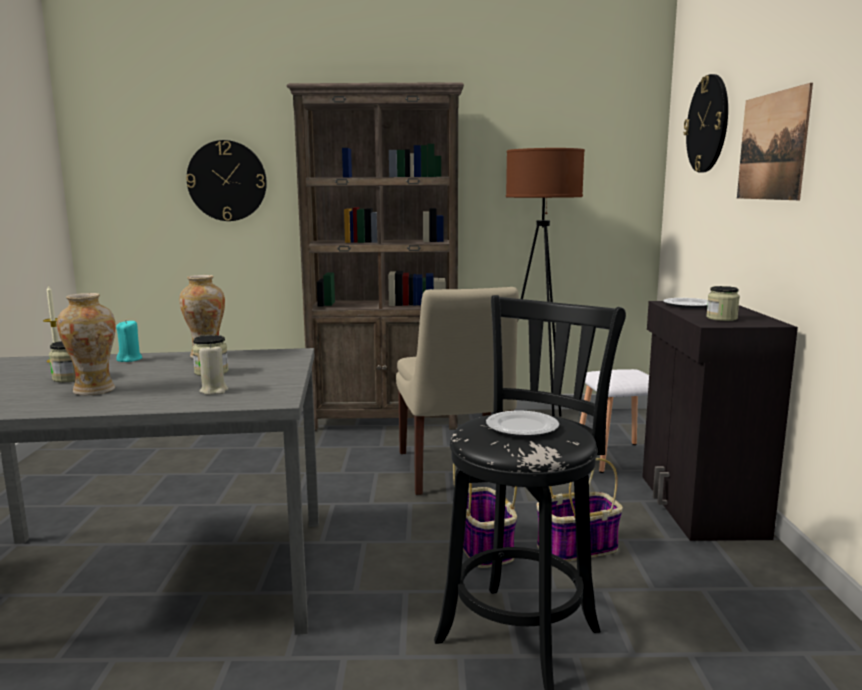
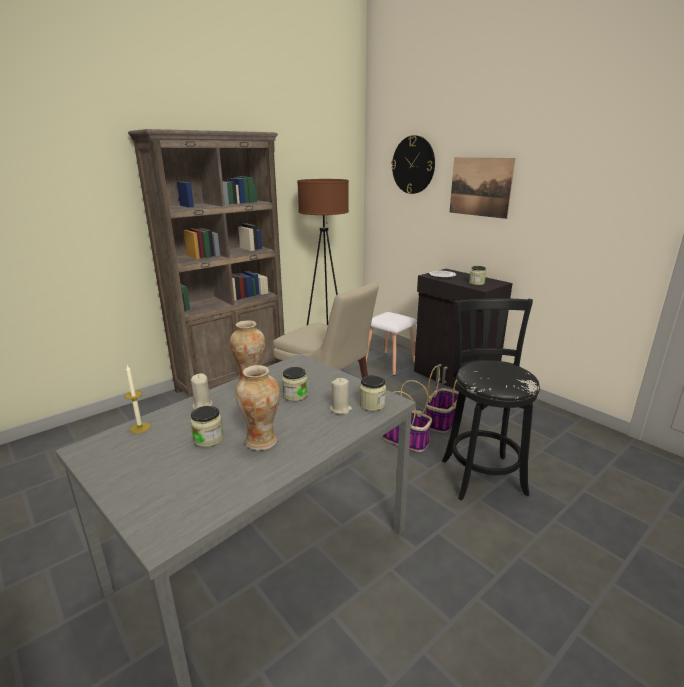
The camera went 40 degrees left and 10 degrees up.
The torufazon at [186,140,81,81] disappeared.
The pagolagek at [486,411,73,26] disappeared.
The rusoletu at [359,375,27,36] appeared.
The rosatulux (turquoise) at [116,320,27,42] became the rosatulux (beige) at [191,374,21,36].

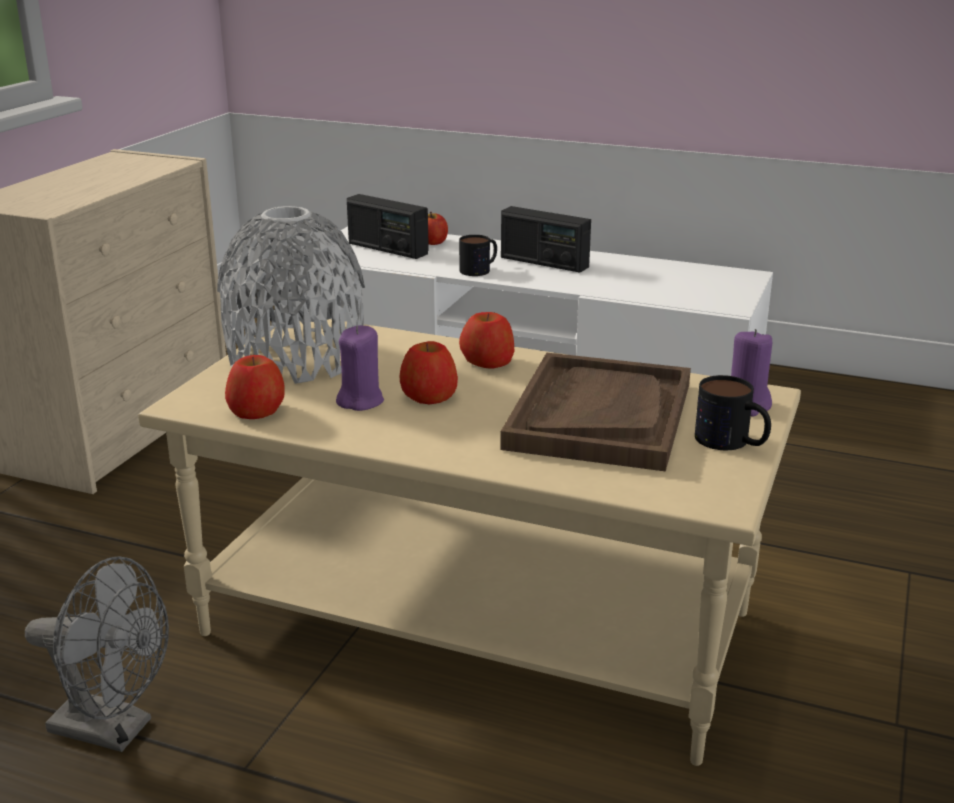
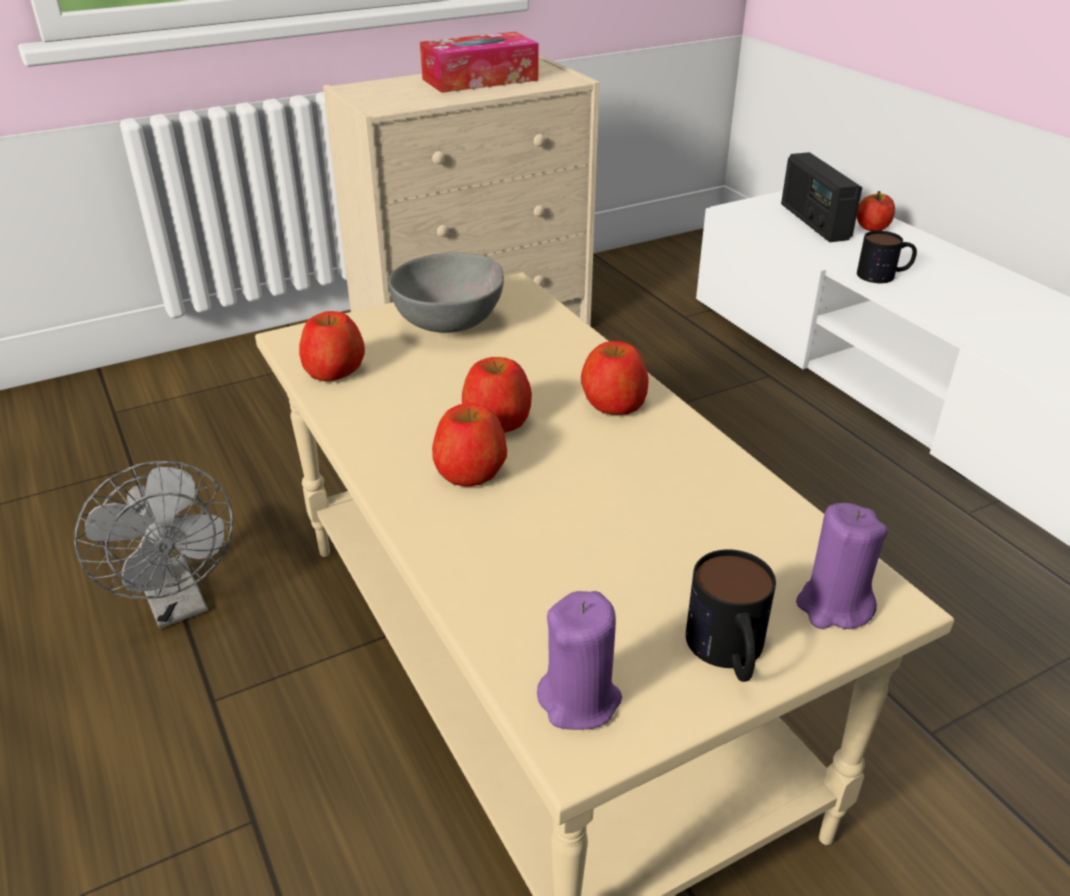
The camera went 40 degrees right and 10 degrees up.
The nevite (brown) at [500,353,191,119] disappeared.
The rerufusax at [501,206,90,67] disappeared.
The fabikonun at [420,32,118,61] appeared.
The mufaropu at [432,403,75,84] appeared.
The rosatulux (purple) moved from [336,326,48,85] to [537,591,85,139].
The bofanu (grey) at [217,206,148,178] was replaced by the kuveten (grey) at [389,253,115,80].

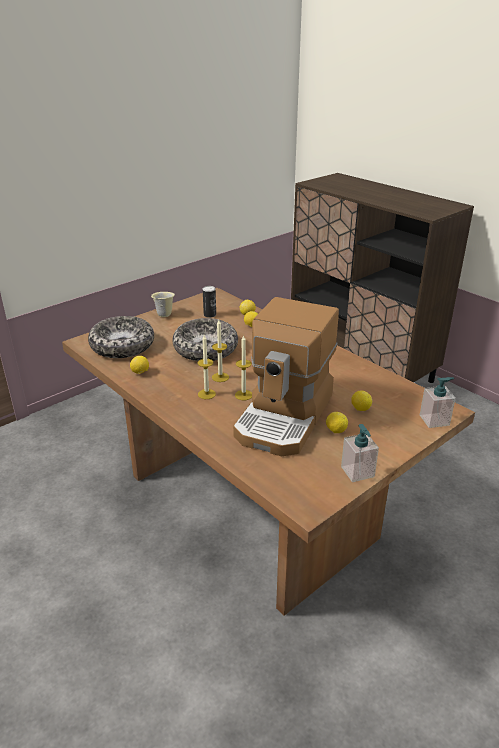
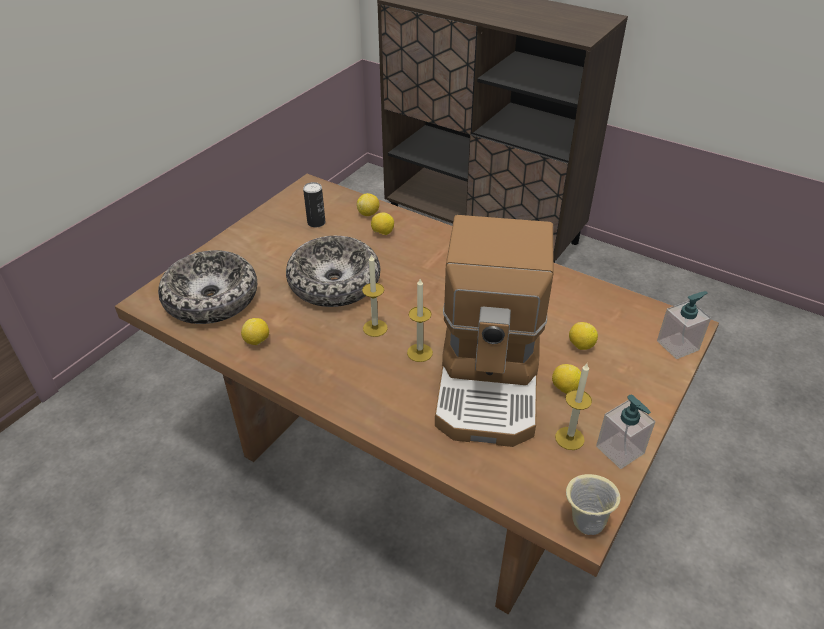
The camera went 15 degrees left and 10 degrees up.
The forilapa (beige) moved from [151,292,24,25] to [566,474,55,61].
The rosatulux moved from [198,335,18,64] to [555,363,37,87].

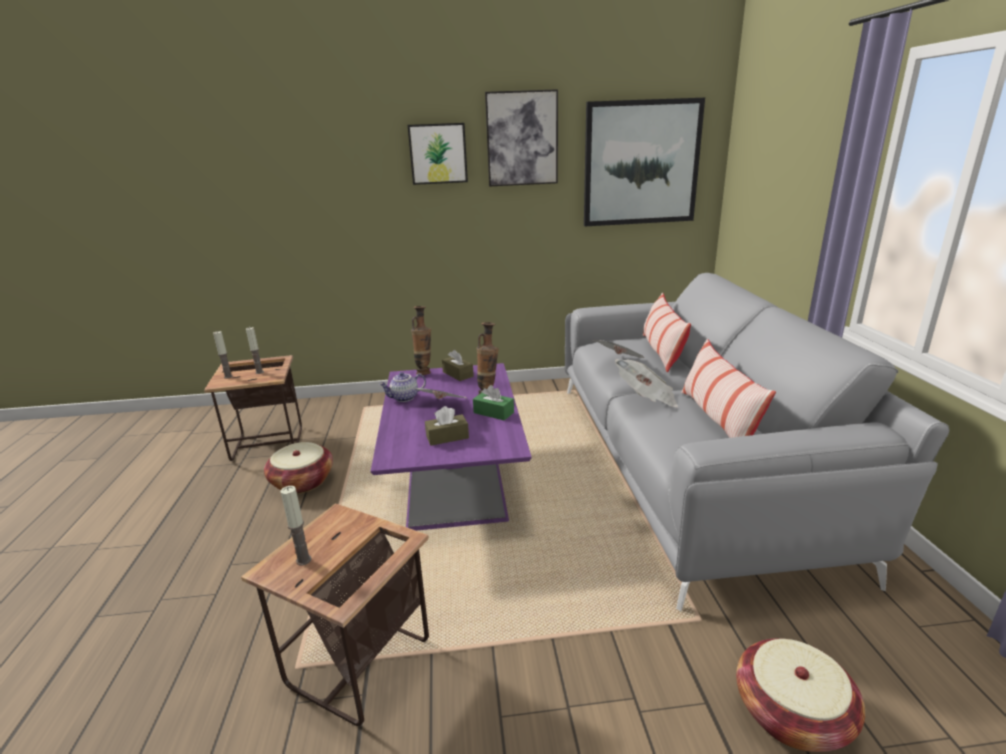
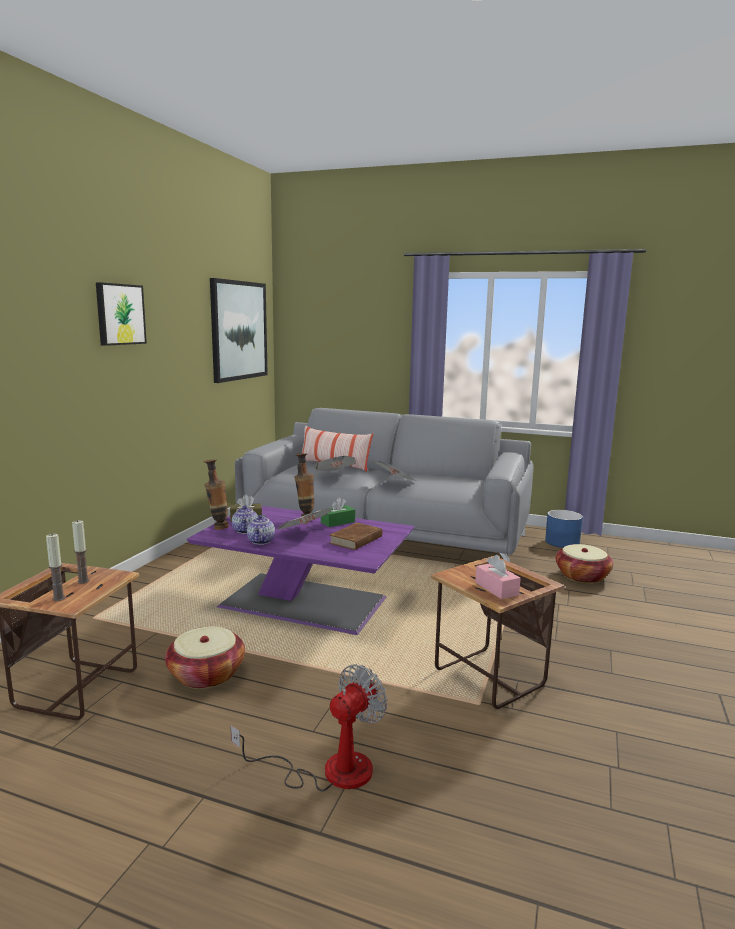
The camera went 65 degrees left and 10 degrees down.
The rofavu at [485,89,73,98] disappeared.
The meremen at [681,339,95,99] disappeared.
The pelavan at [231,664,156,127] appeared.
The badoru at [232,505,26,29] appeared.
The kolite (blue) at [545,510,38,38] appeared.
The rosatulux at [281,486,30,80] was replaced by the fabikonun (pink) at [475,555,46,44].
The fabikonun (brown) at [425,406,44,40] was replaced by the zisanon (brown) at [329,523,53,27].

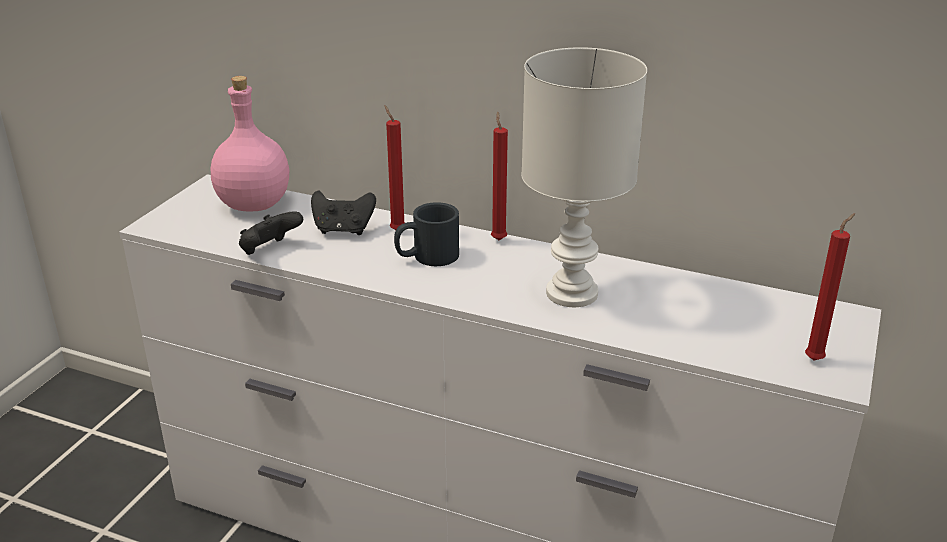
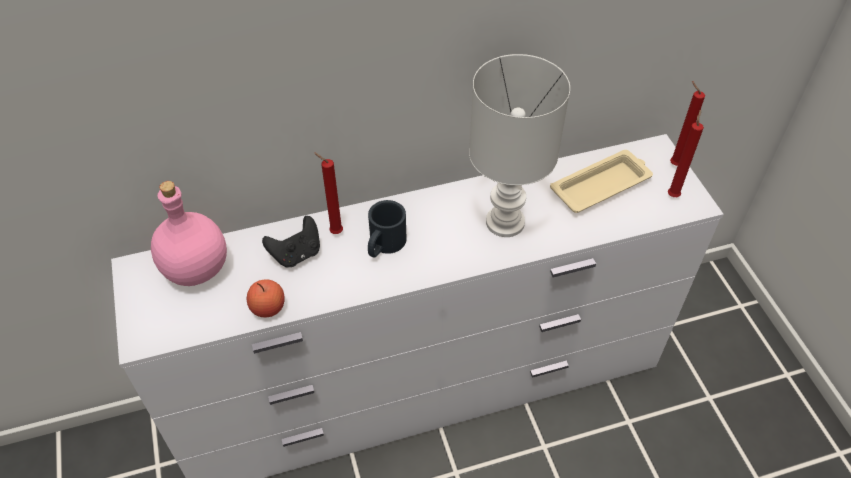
The camera went 40 degrees left and 20 degrees up.
The nevite (beige) at [550,150,103,63] appeared.
The rosatulux (red) moved from [491,111,17,129] to [670,81,35,85].
The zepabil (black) at [239,211,64,44] was replaced by the mufaropu at [247,279,38,39].

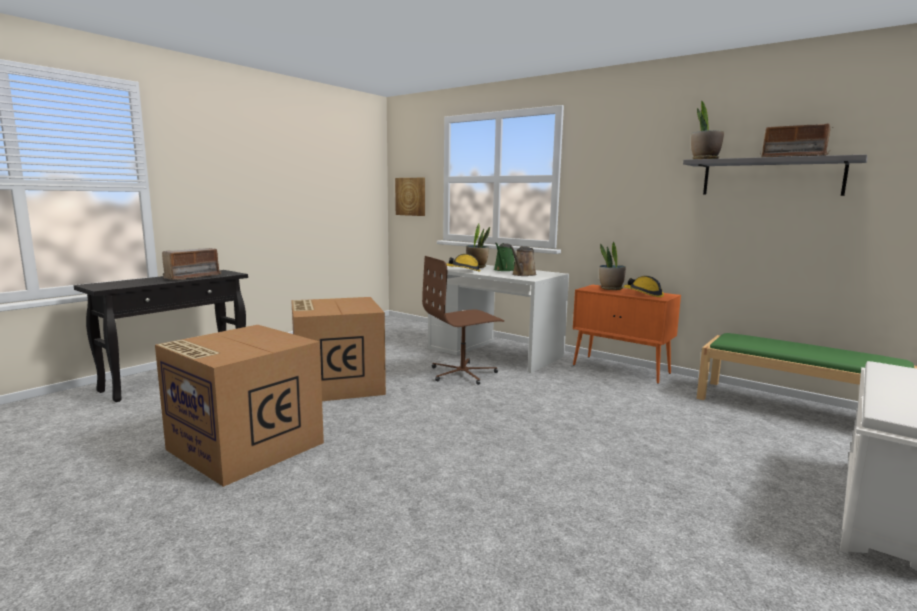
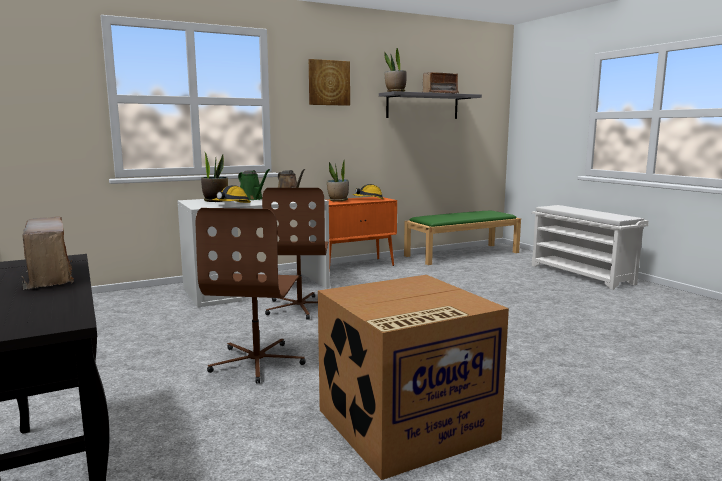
The camera went 65 degrees left and 0 degrees up.
The rofavu moved from [395,178,30,38] to [309,59,41,47].
The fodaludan at [291,297,95,104] was replaced by the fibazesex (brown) at [196,208,110,175].

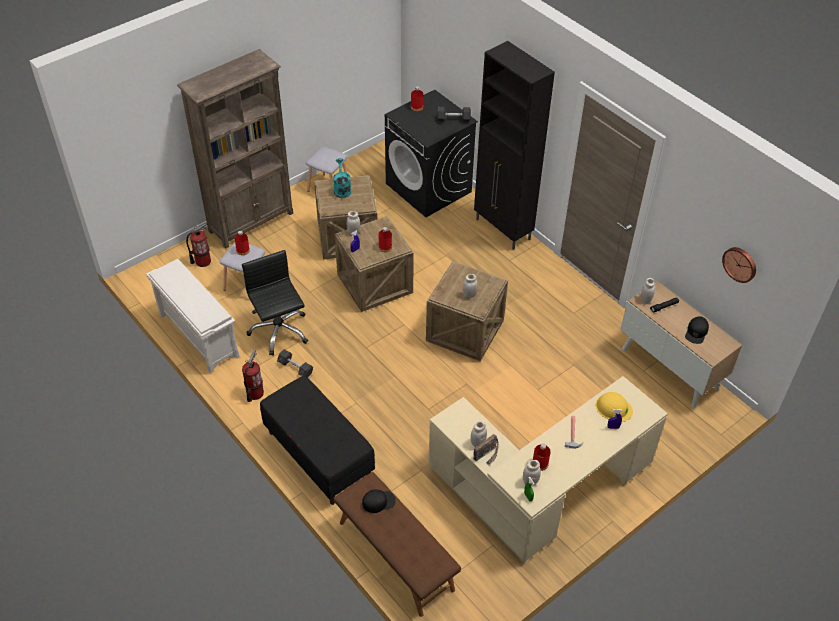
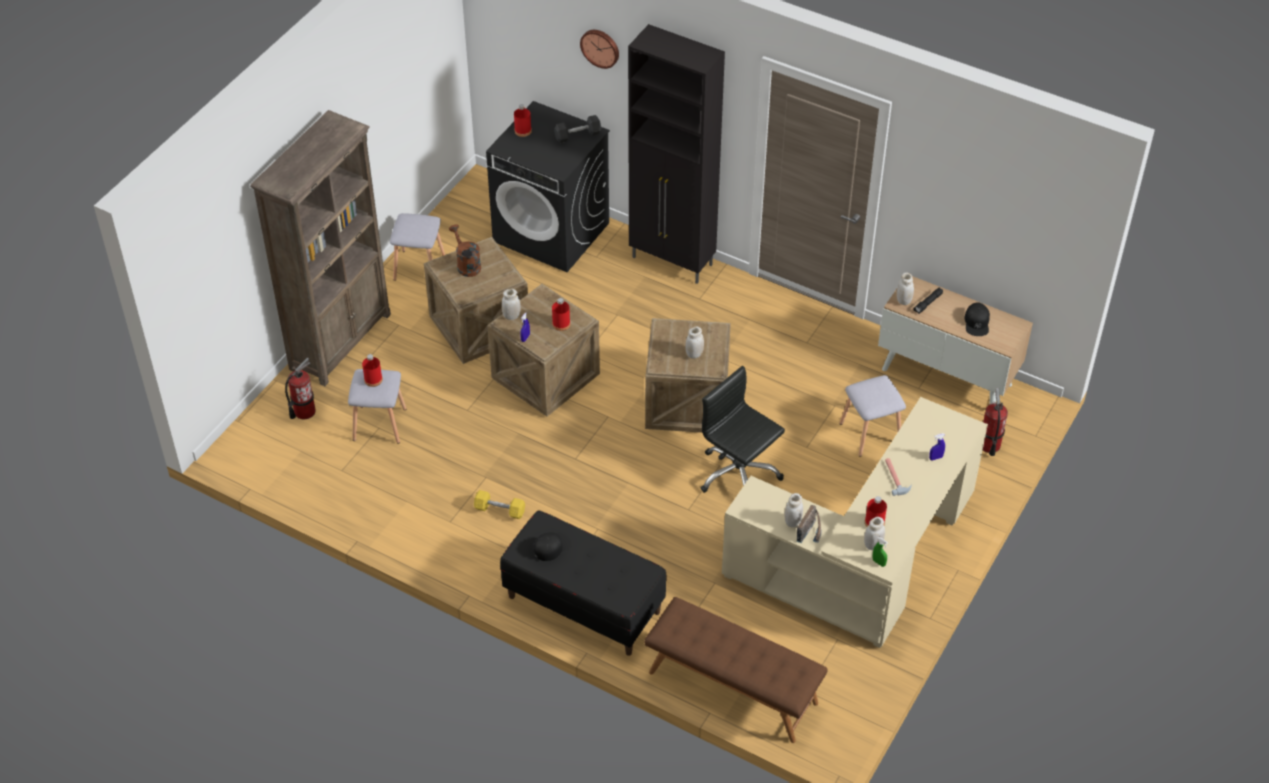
The camera went 20 degrees left and 0 degrees up.
The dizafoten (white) at [146,259,93,114] disappeared.
The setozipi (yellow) at [596,392,37,30] disappeared.
The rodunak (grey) at [840,375,66,82] appeared.
The fibazesex (black) moved from [242,250,66,105] to [700,366,85,127].
The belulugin moved from [242,350,22,52] to [983,388,25,68].
The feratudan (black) moved from [362,490,34,23] to [534,532,38,29].
The torufazon moved from [722,247,34,36] to [580,30,39,39].
The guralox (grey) at [277,349,36,29] became the guralox (yellow) at [474,490,51,29].
The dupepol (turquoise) at [333,158,18,40] became the dupepol (brown) at [449,224,32,53].

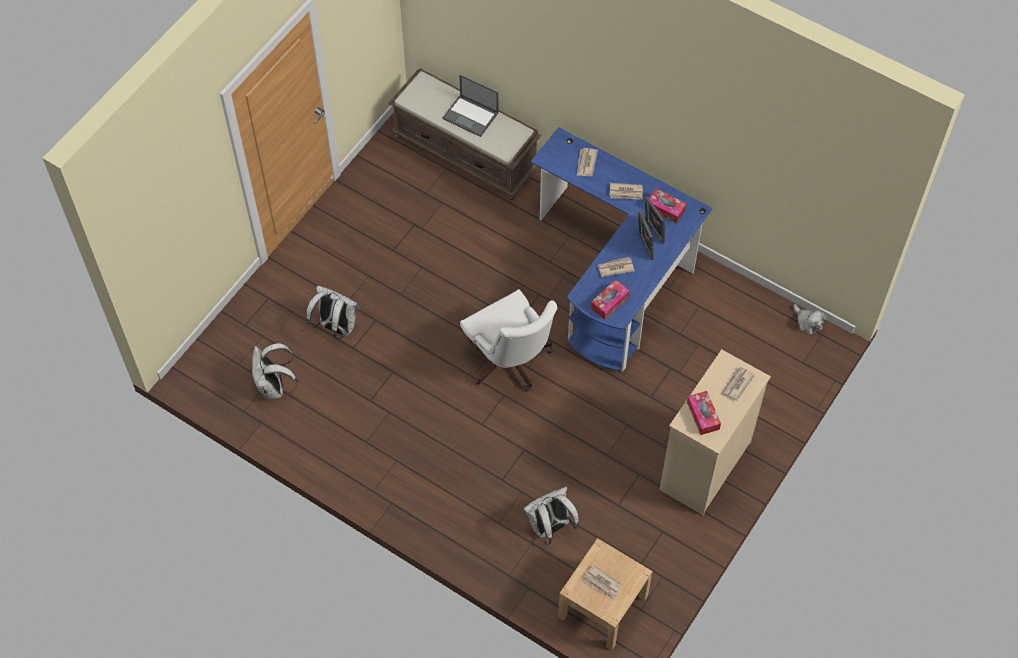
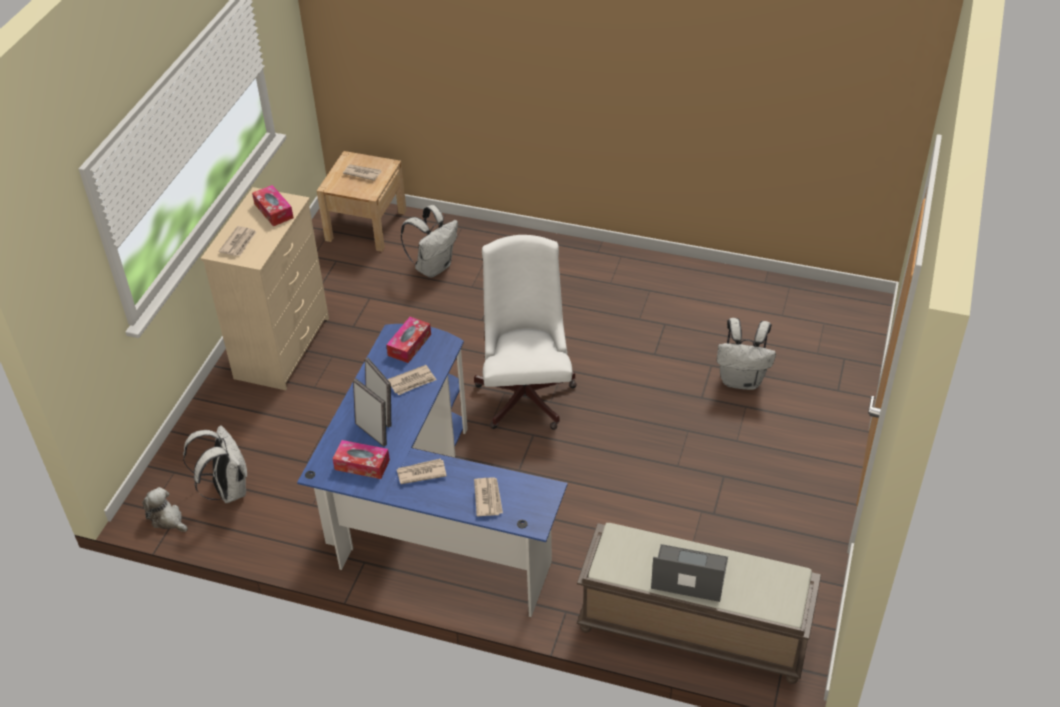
The camera went 165 degrees right and 15 degrees down.
The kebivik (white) moved from [252,343,46,56] to [183,425,64,78].
The fibazesex (white) at [460,289,97,103] turned 45 degrees clockwise.

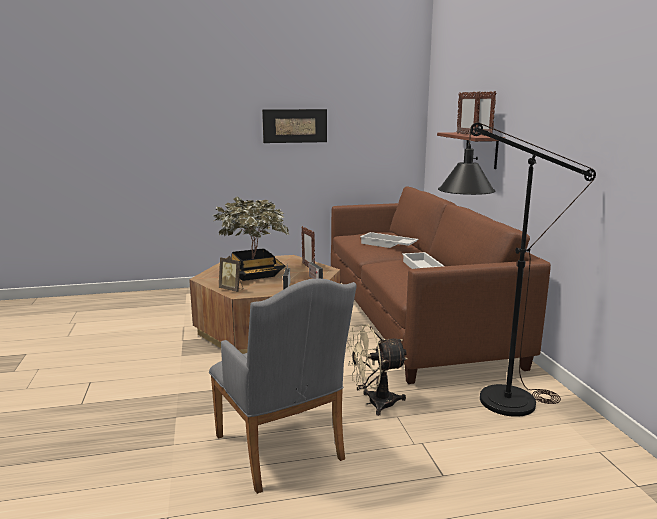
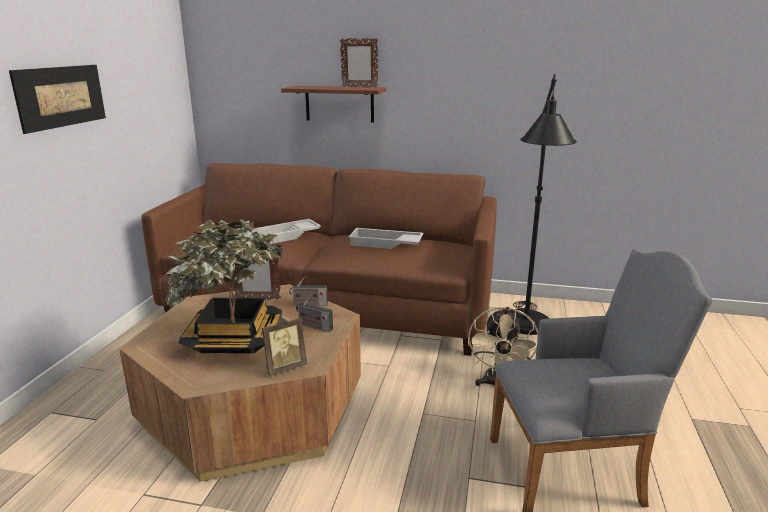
The camera went 65 degrees left and 5 degrees up.
The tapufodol at [457,91,24,44] disappeared.

